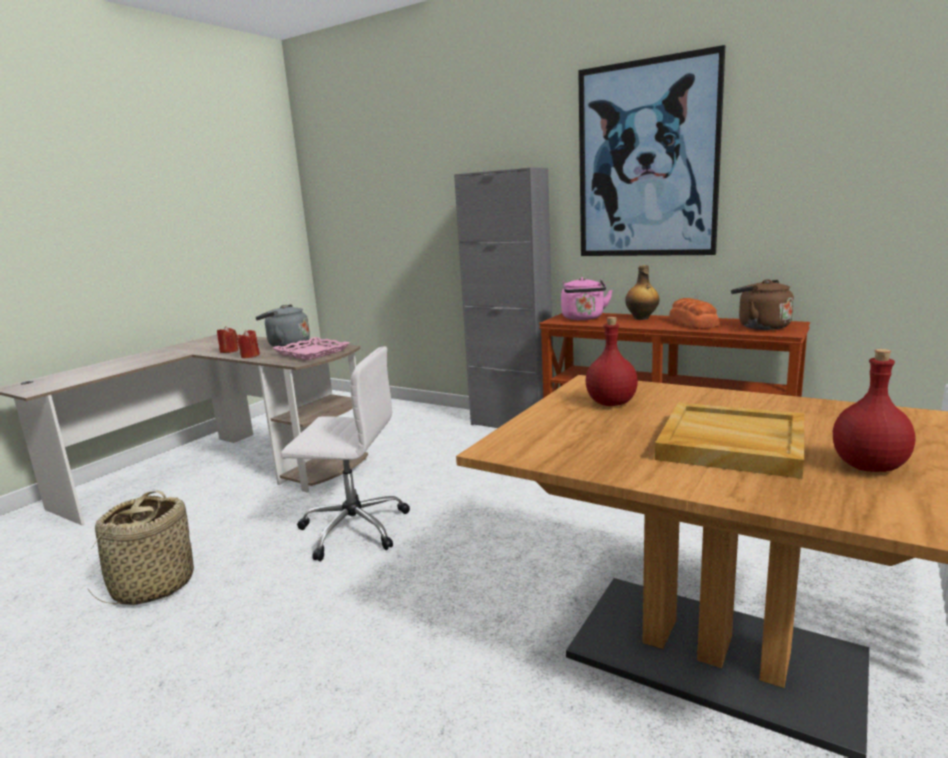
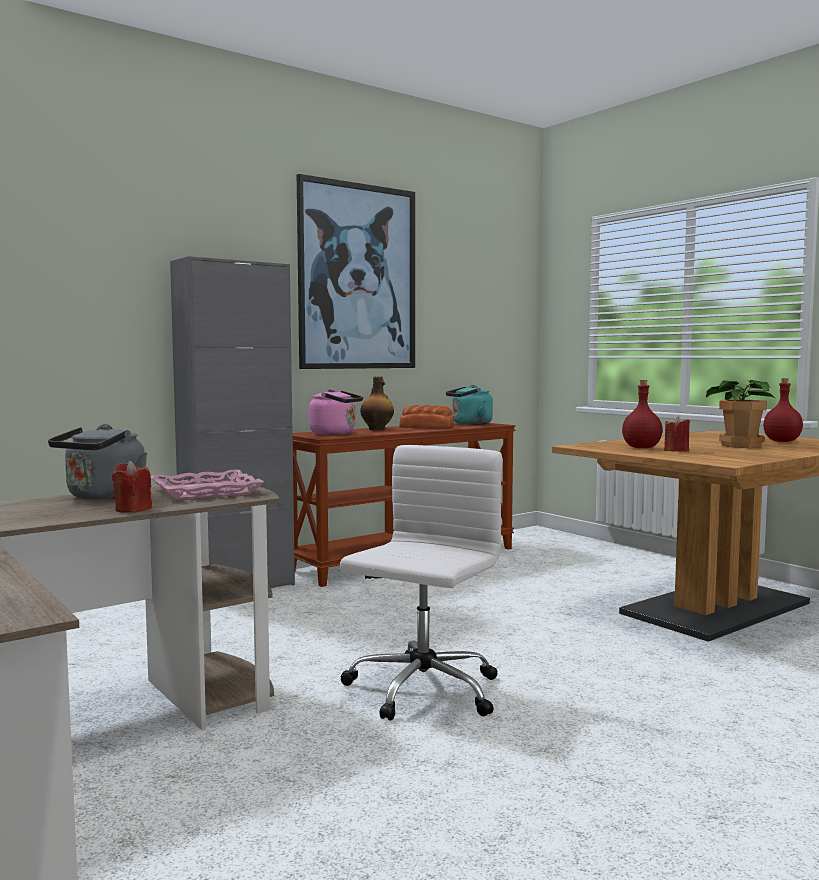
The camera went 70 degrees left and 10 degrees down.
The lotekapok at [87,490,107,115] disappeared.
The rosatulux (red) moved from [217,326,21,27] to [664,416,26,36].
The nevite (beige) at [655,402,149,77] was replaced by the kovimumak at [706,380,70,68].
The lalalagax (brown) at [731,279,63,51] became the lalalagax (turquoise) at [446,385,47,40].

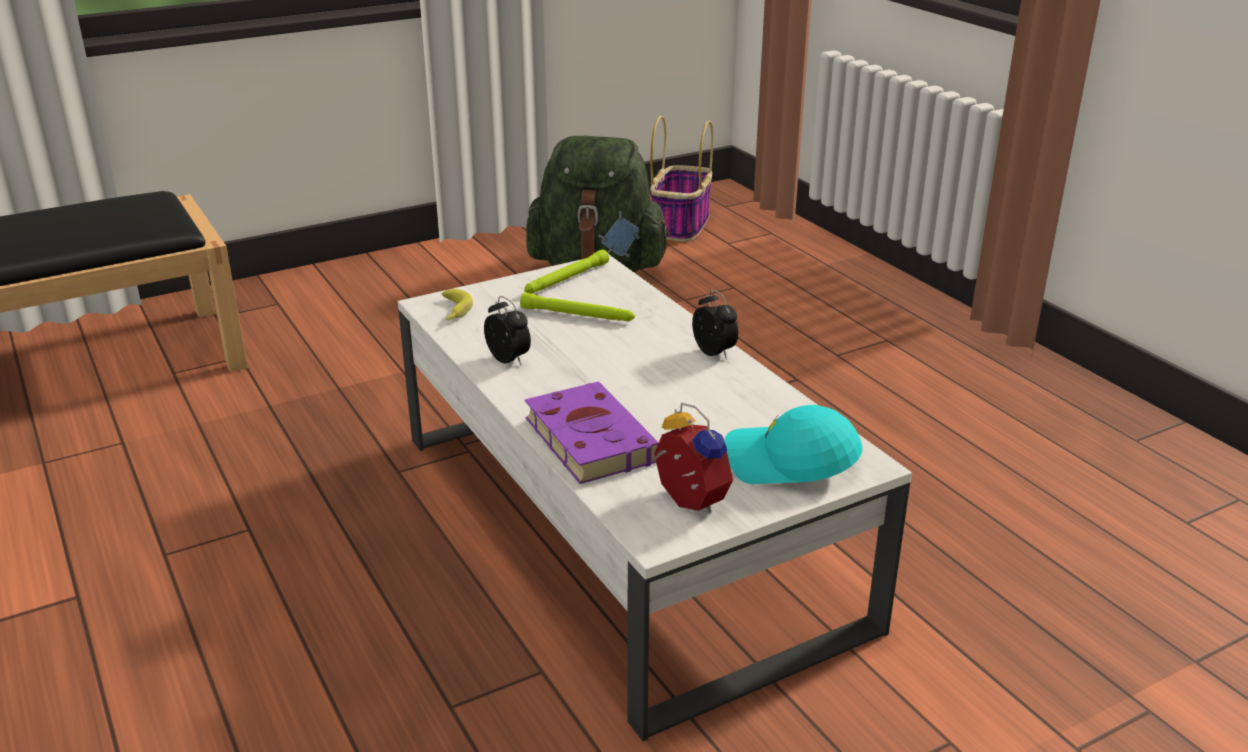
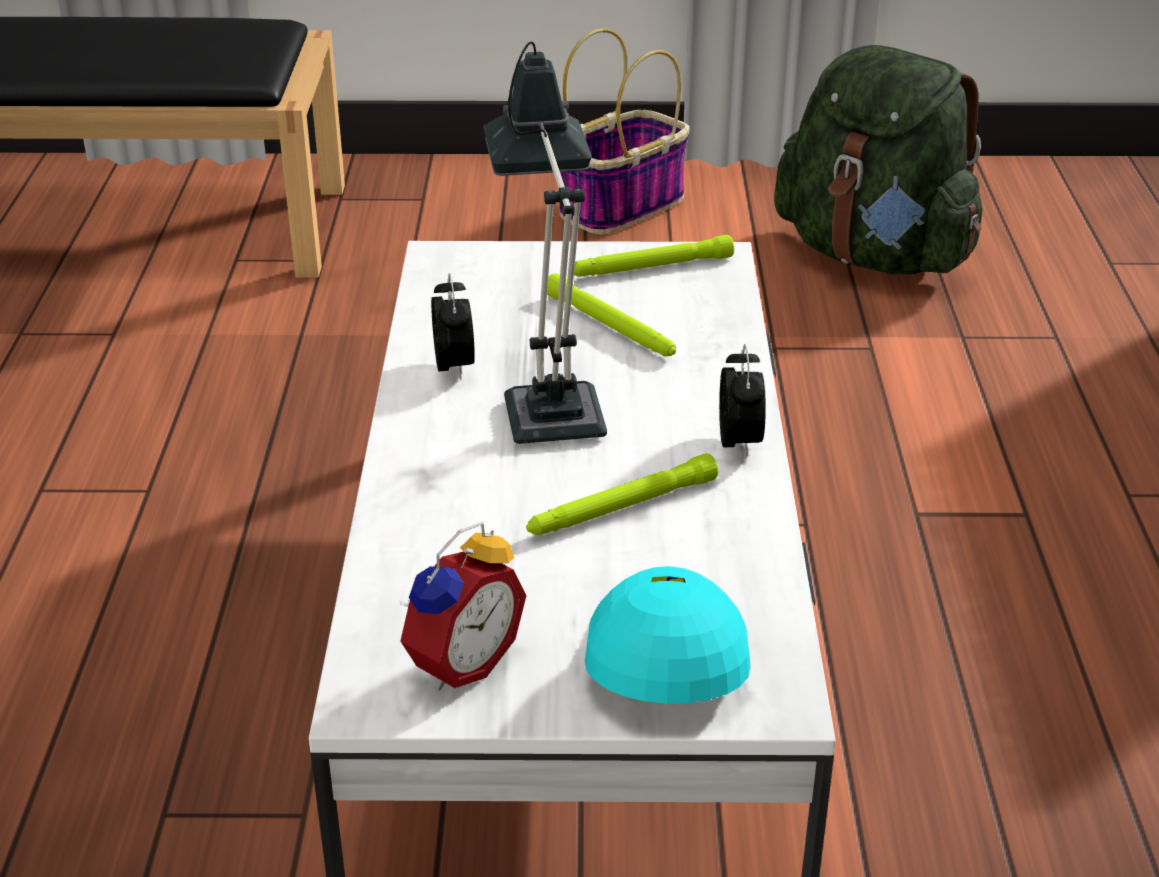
The camera went 30 degrees right and 5 degrees up.
The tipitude at [442,289,31,32] disappeared.
The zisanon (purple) at [525,381,134,103] disappeared.
The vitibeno at [483,41,124,403] appeared.
The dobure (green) at [526,453,192,82] appeared.
The lotekapok moved from [650,116,63,126] to [559,28,131,207].
The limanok at [654,403,79,111] turned 45 degrees clockwise.
The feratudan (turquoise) at [724,405,139,79] turned 45 degrees clockwise.

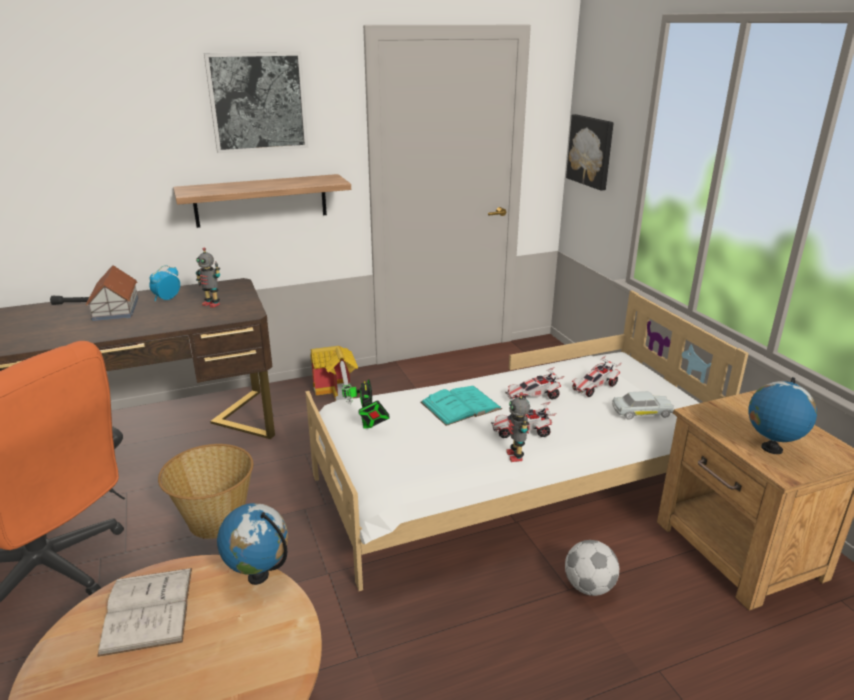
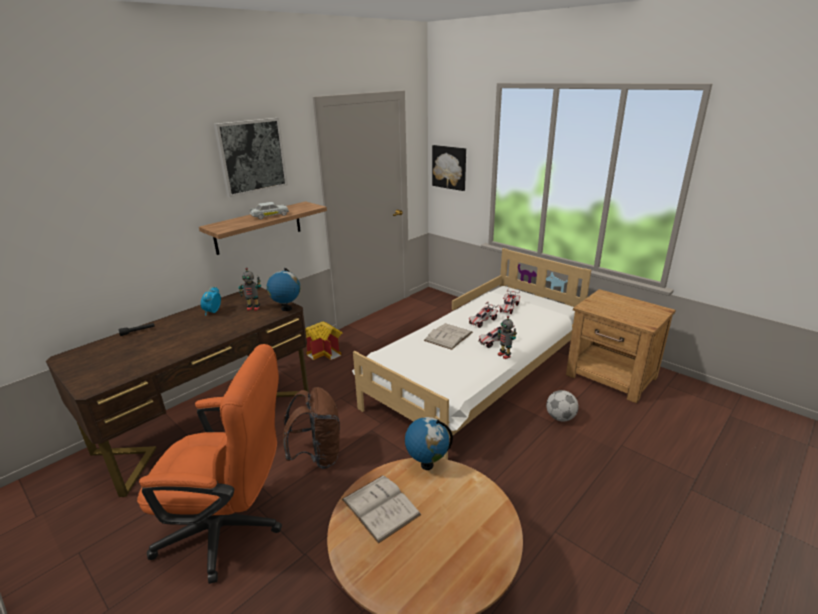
The camera went 25 degrees left and 0 degrees up.
The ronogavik at [86,265,53,56] disappeared.
The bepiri at [340,360,49,69] disappeared.
The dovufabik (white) moved from [612,391,62,29] to [250,202,39,17].
The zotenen moved from [749,377,68,77] to [267,268,33,43].
The lotekapok at [158,444,95,95] was replaced by the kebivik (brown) at [283,387,58,82].
The zisanon (turquoise) at [421,386,81,40] became the zisanon (white) at [424,323,49,27].

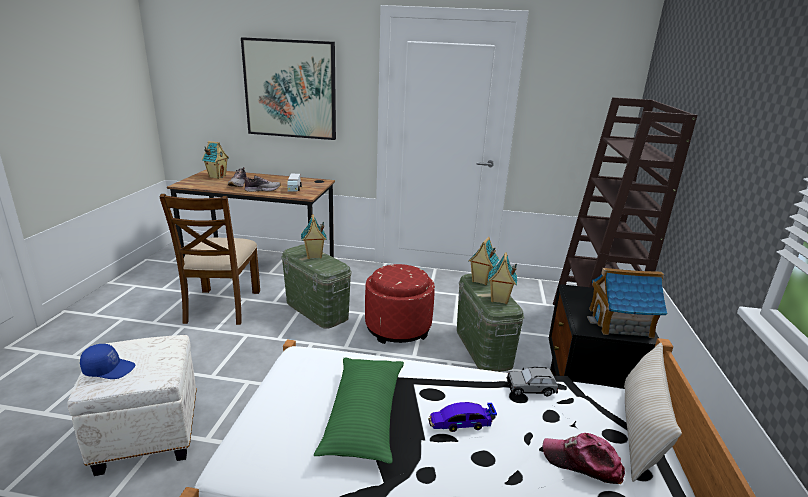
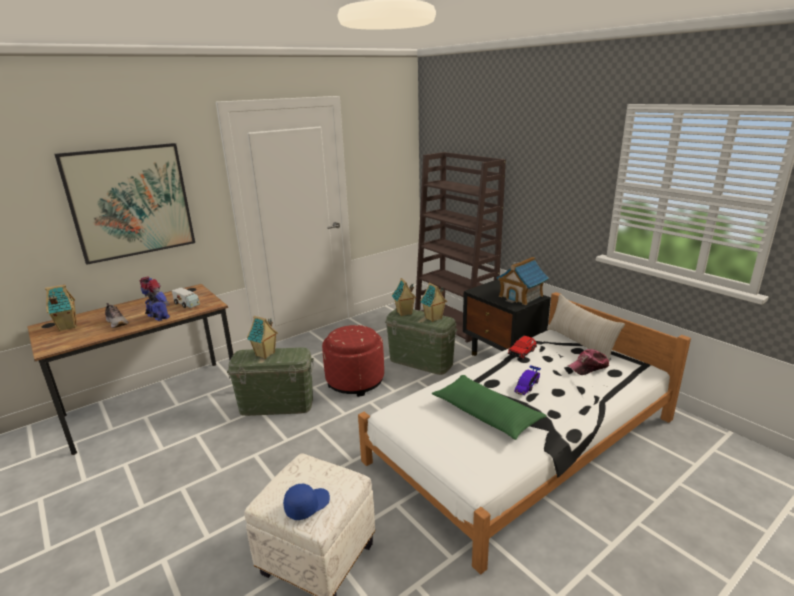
The camera went 45 degrees left and 0 degrees up.
The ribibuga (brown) at [159,194,101,131] disappeared.
The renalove at [243,176,38,16] was replaced by the bepiri at [140,277,30,44].
The dovufabik (grey) at [507,367,51,29] became the dovufabik (red) at [508,336,29,23].

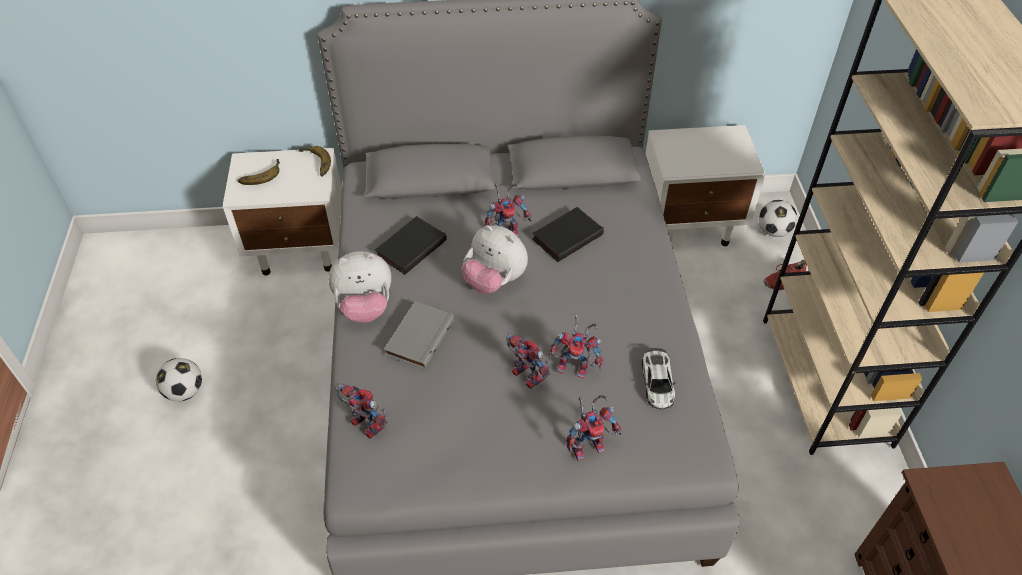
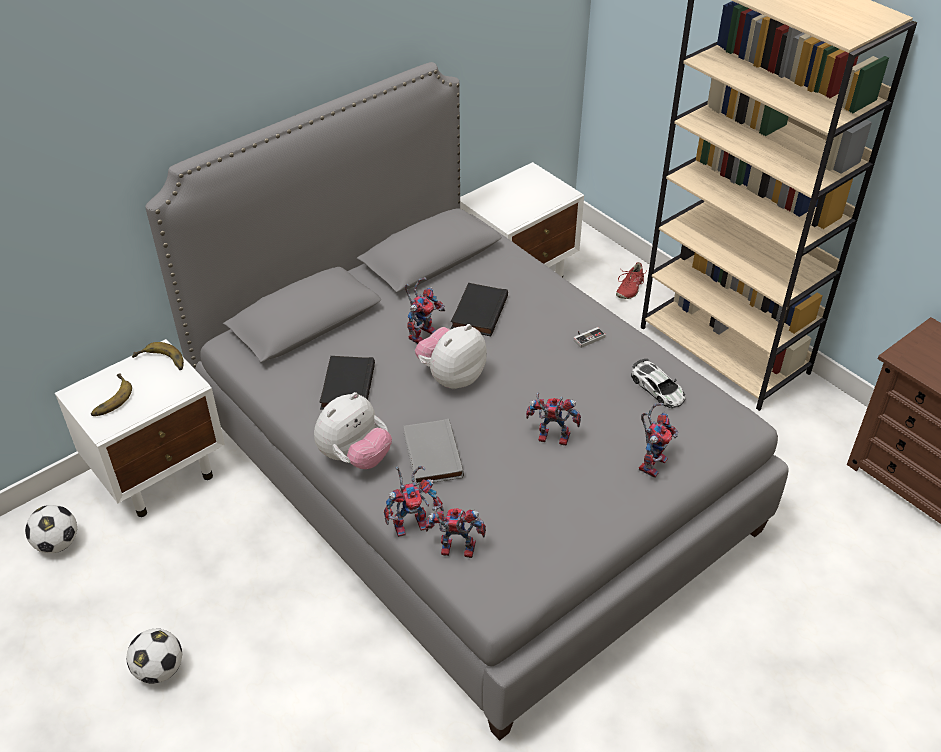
The camera went 35 degrees left and 5 degrees down.
The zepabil at [574,327,32,21] appeared.
The bepiri moved from [549,314,54,64] to [384,466,60,71].
The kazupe moved from [759,200,38,37] to [25,505,52,48].
The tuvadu at [462,225,66,69] turned 135 degrees clockwise.

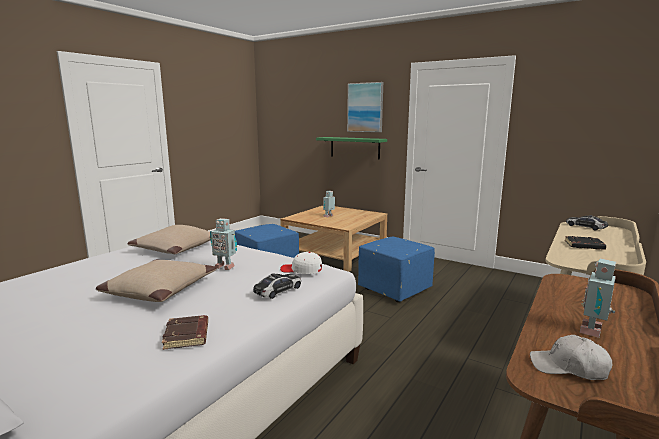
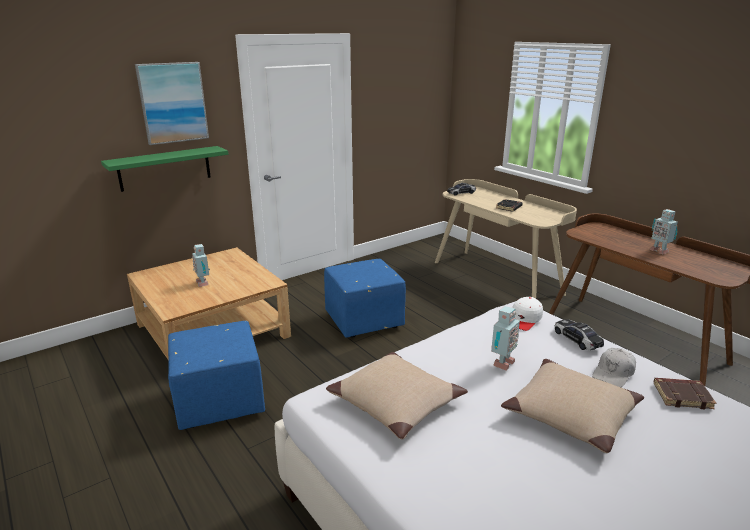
The camera went 70 degrees left and 10 degrees up.
The feratudan (white) moved from [530,335,82,45] to [592,348,44,39].

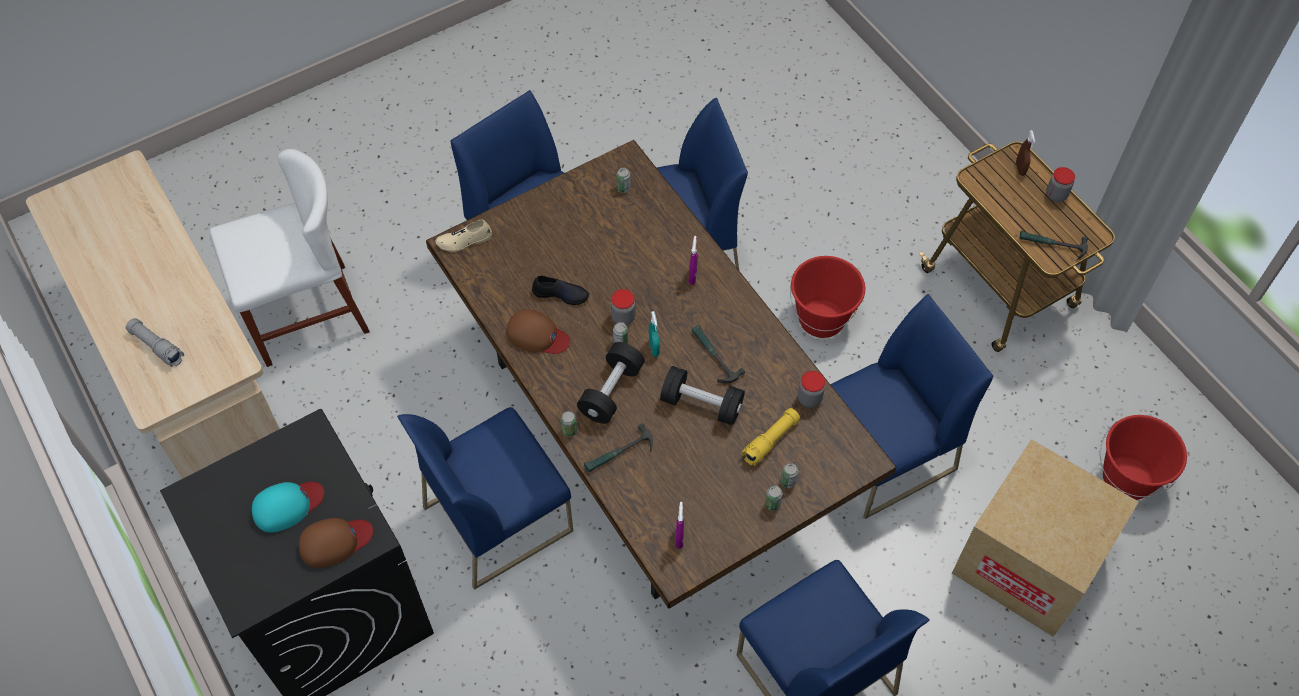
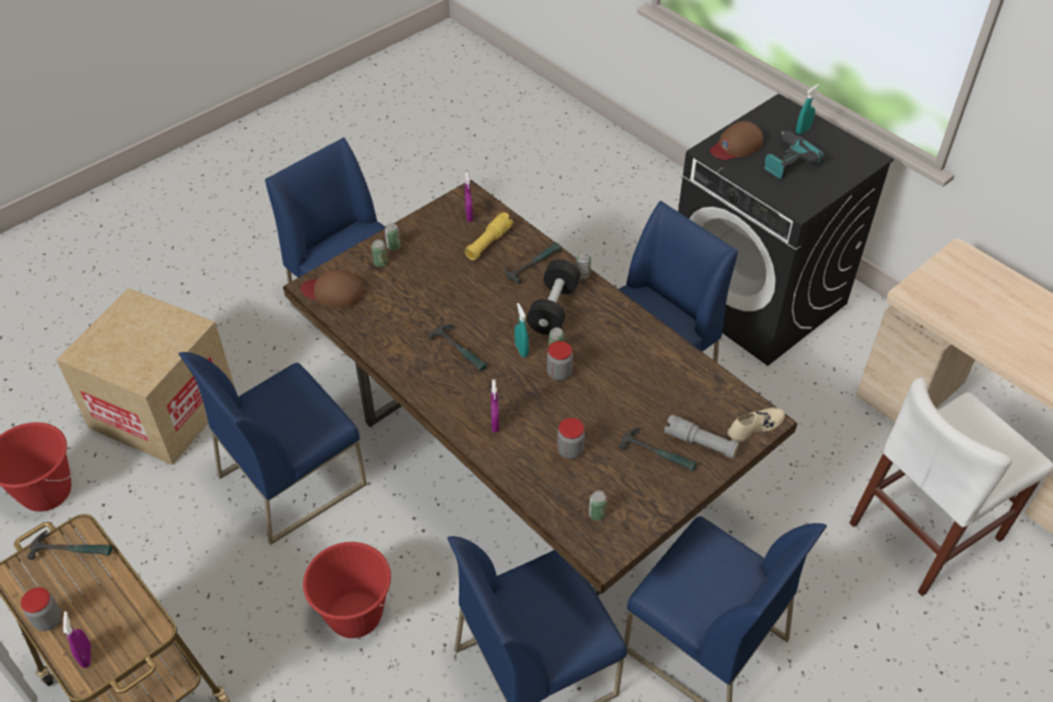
The camera went 170 degrees right and 10 degrees down.
The renalove (black) at [532,276,57,29] disappeared.
The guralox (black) at [660,366,85,59] disappeared.
The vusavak at [619,428,78,43] appeared.
The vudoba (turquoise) at [796,84,23,50] appeared.
The dobure (grey) moved from [126,318,58,49] to [664,415,75,43].
The feratudan (brown) moved from [507,309,63,45] to [301,270,63,38].
The dobure (yellow) moved from [741,408,59,58] to [465,212,48,48].
The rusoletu moved from [798,371,27,37] to [557,418,28,41].
The feratudan (turquoise) at [252,482,72,50] was replaced by the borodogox at [764,131,61,48].
The vudoba (brown) at [1016,130,19,46] became the vudoba (purple) at [63,612,28,56].

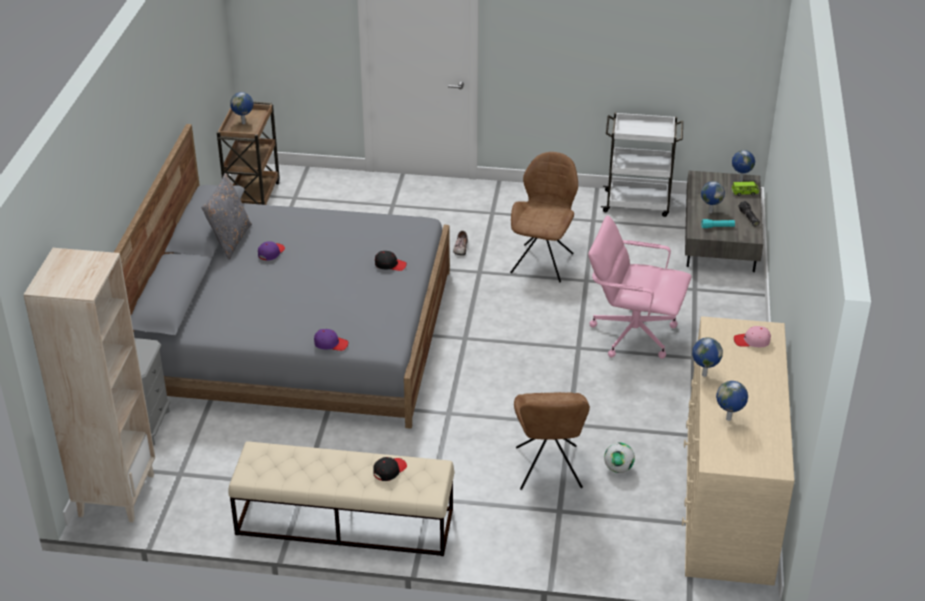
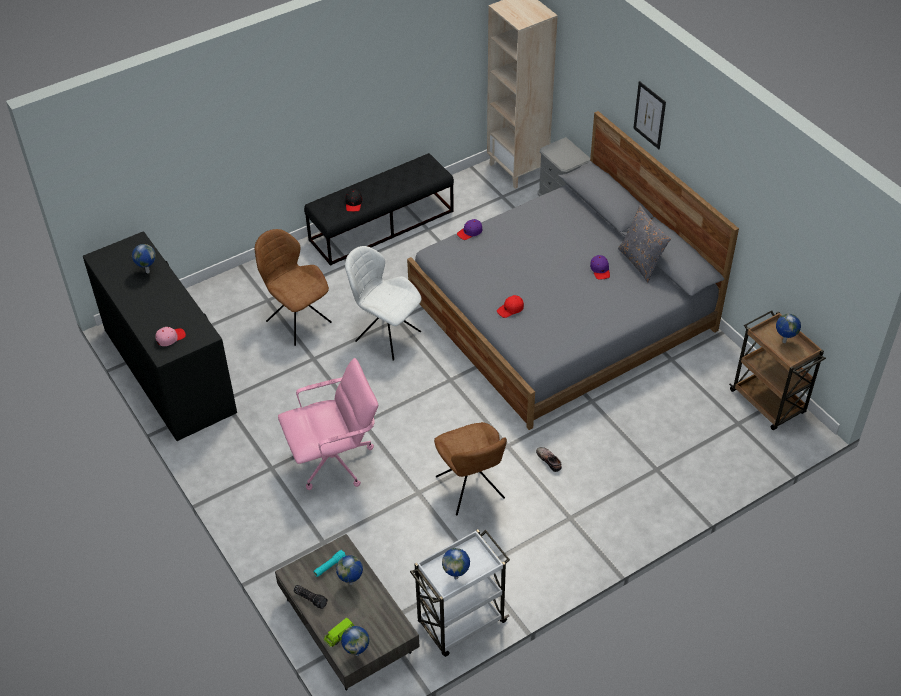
The camera went 140 degrees right and 10 degrees up.
The kazupe at [604,442,31,31] disappeared.
The ribibuga (white) at [345,246,76,115] appeared.
The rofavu at [633,81,33,68] appeared.
The zotenen moved from [692,337,31,40] to [442,548,28,31].
The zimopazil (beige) at [228,441,227,115] became the zimopazil (black) at [304,153,150,113].
The feratudan (black) at [375,251,32,20] became the feratudan (red) at [497,295,27,23].
The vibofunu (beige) at [682,316,112,270] became the vibofunu (black) at [83,231,154,210].

